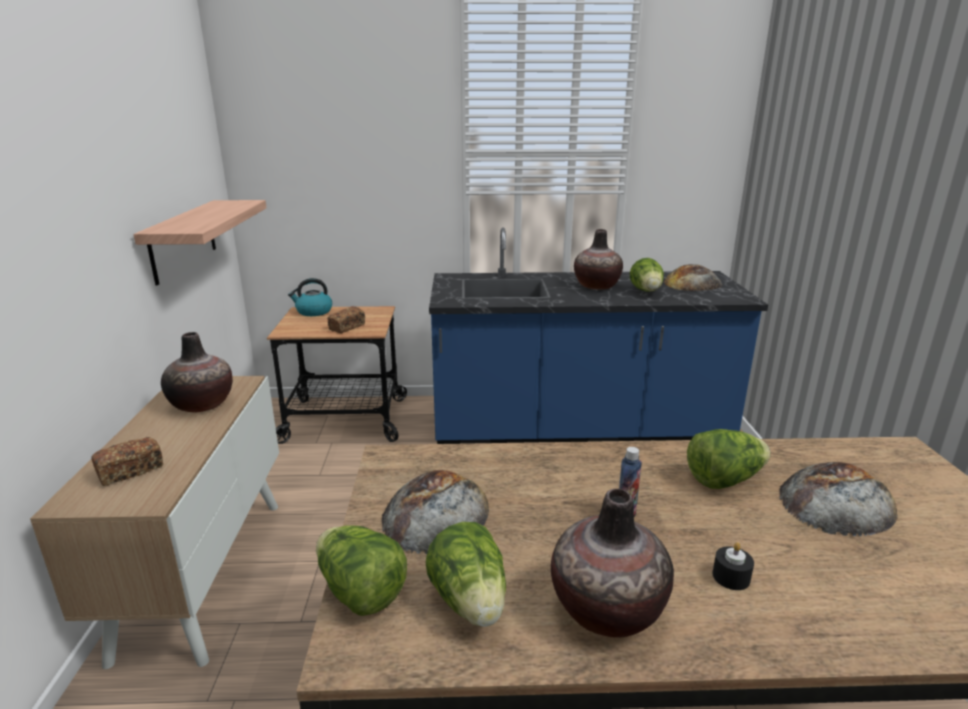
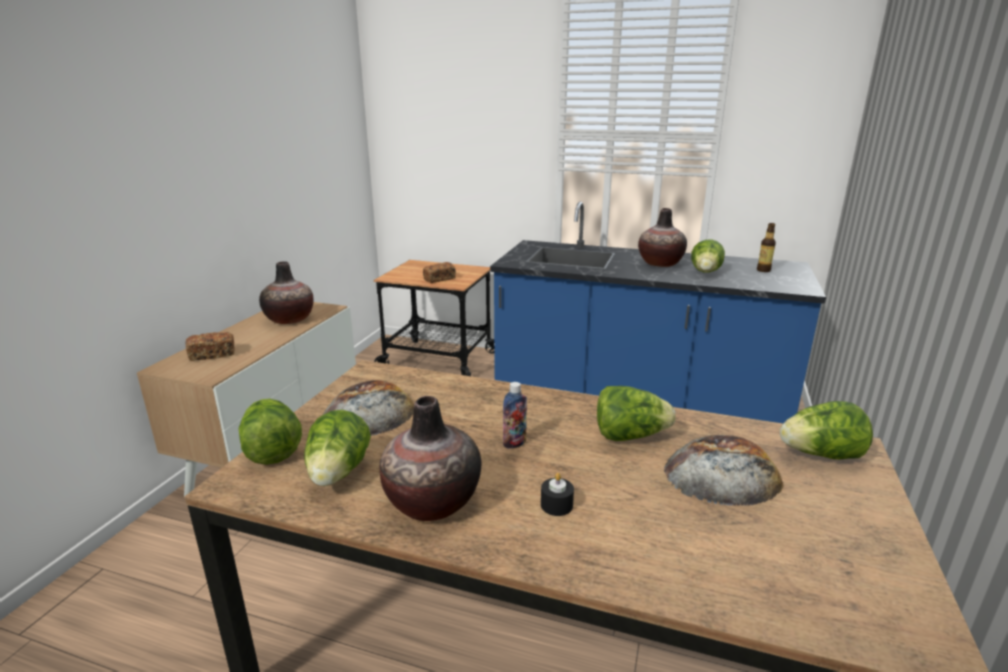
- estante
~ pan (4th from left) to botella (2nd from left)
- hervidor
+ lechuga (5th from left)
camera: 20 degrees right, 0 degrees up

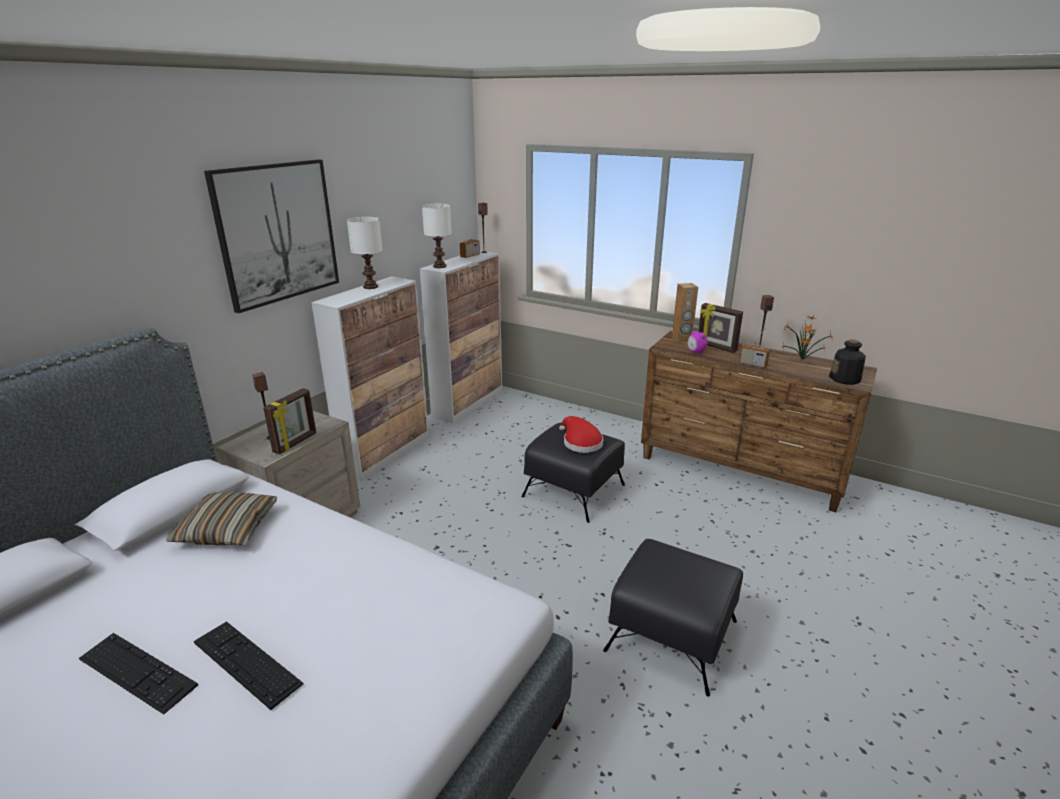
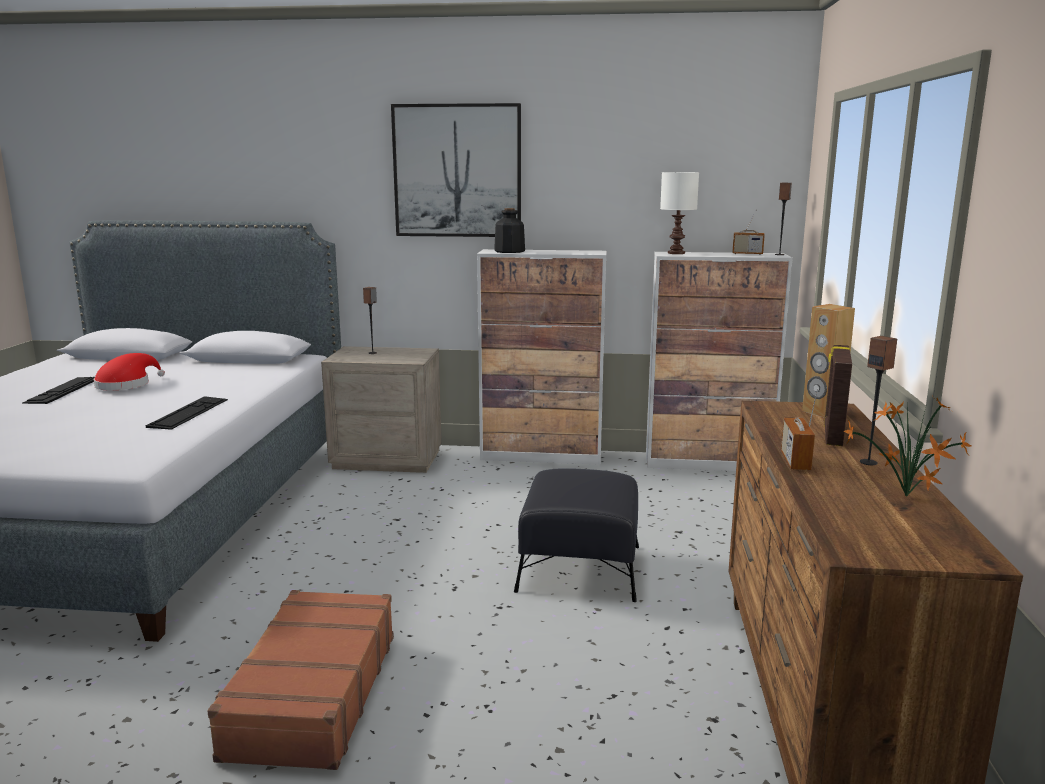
- lámpara de mesa (blanco) (1st from left)
- despertador
~ botella
- portarretratos (1st from left)
~ sombrero (rojo)
- cojín
~ puf (negro) (2nd from left) to maleta (marrón)
~ teclado (2nd from left)
camera: 65 degrees right, 10 degrees down

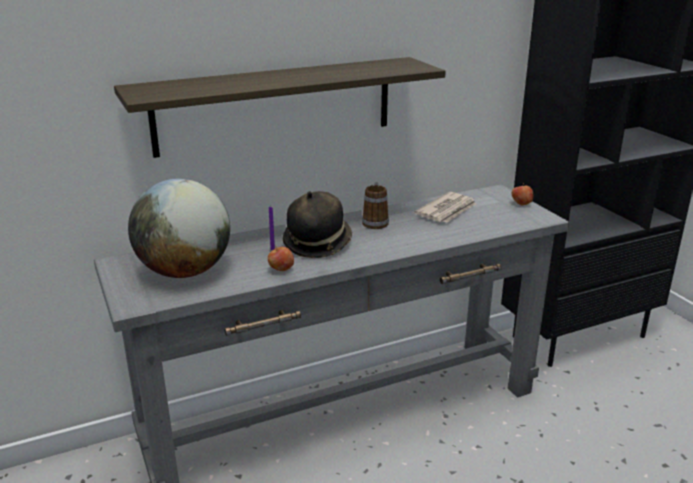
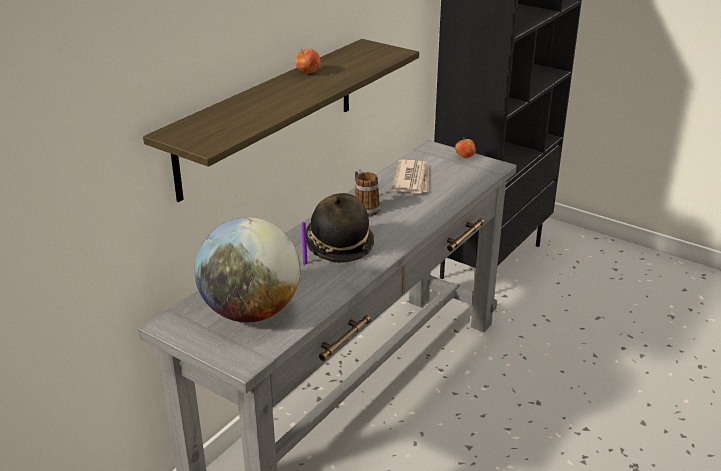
~ manzana (1st from left)
camera: 30 degrees left, 5 degrees up

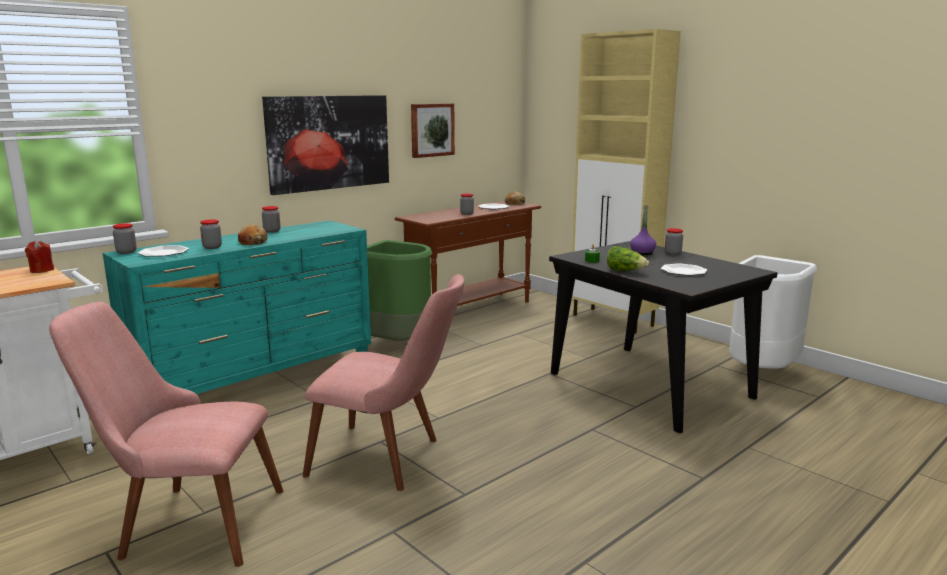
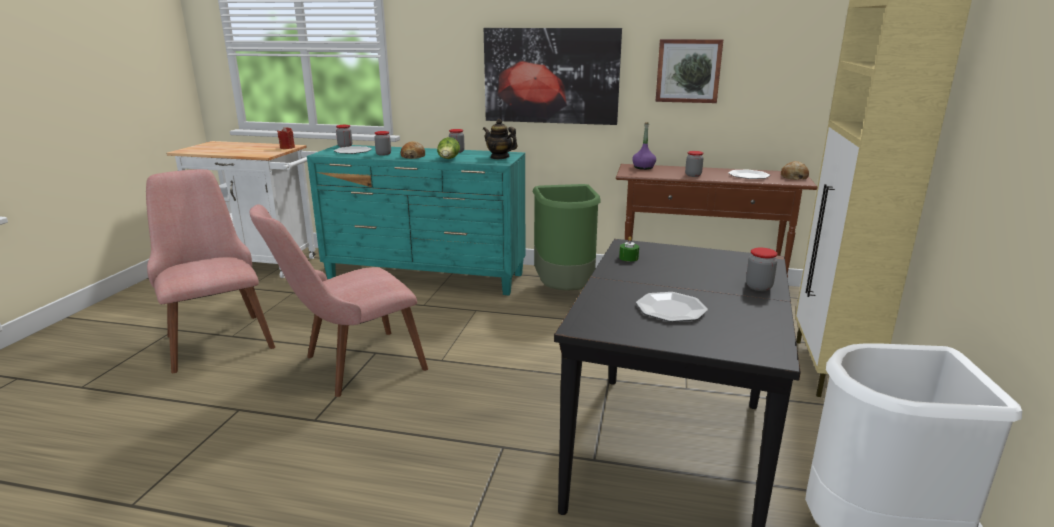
~ botella (morado)
~ lechuga
~ silla (rosa) (2nd from left) 75 degrees clockwise
+ tetera
camera: 55 degrees right, 5 degrees up

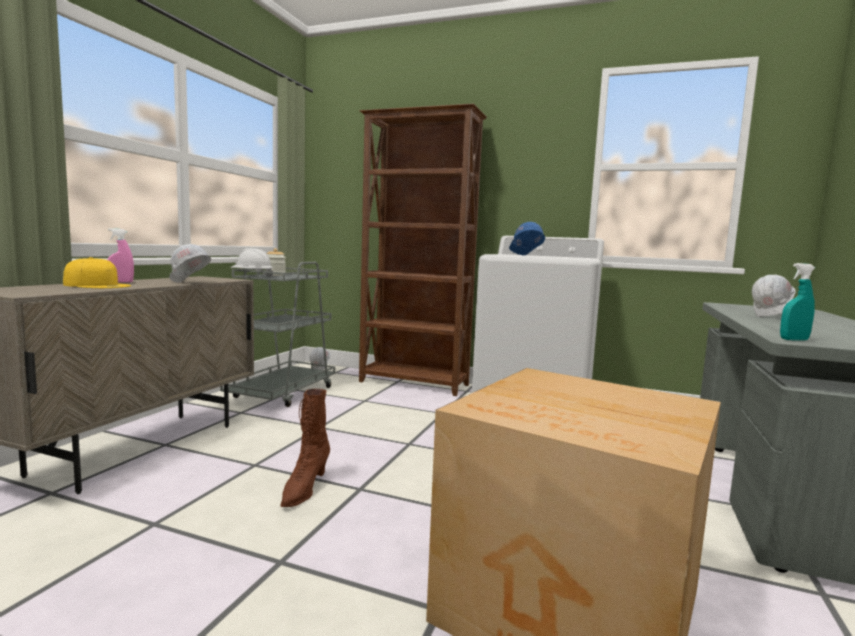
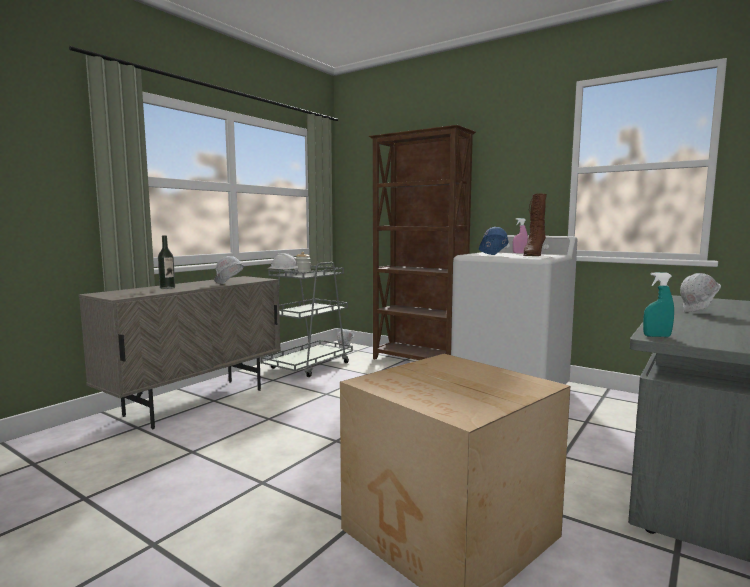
~ pulverizador (rosa)
~ gorra (amarillo) to botella
~ bota (marrón)
camera: 15 degrees right, 0 degrees up

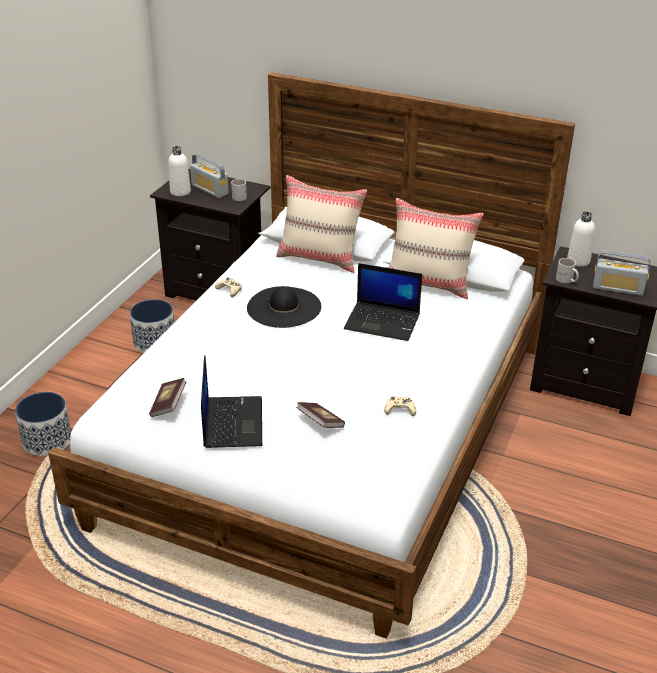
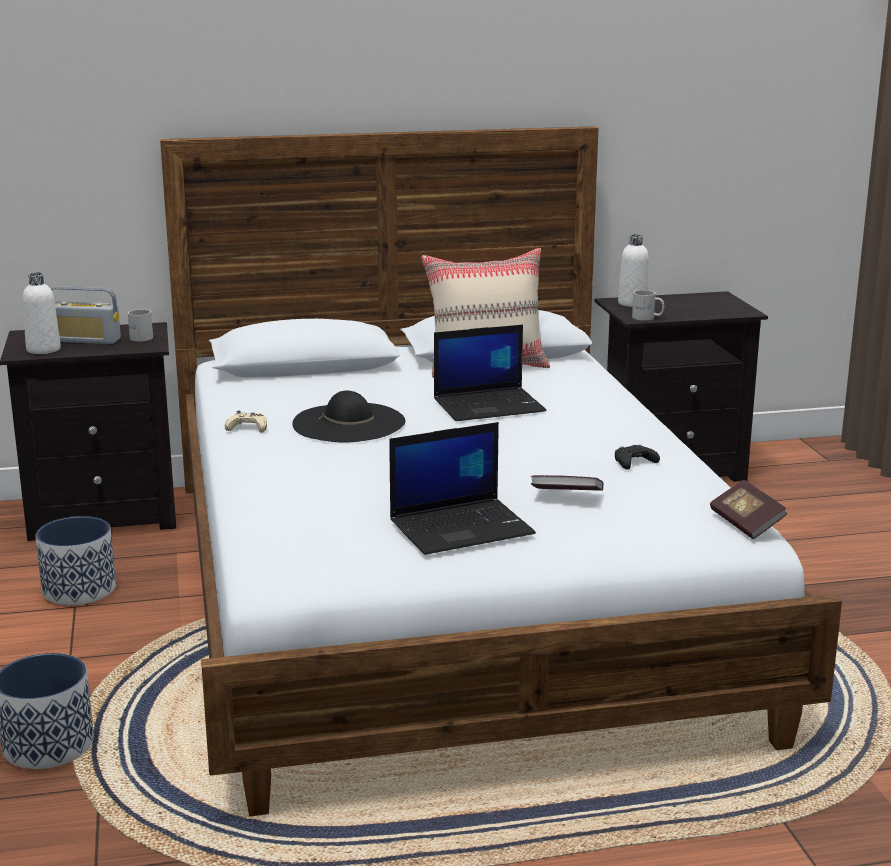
- cojín (beis) (1st from left)
- radio (2nd from left)
~ portátil (1st from left) 105 degrees clockwise
~ libro (1st from left in the first image) to libro (2nd from left)
~ mando de consola (beis) (2nd from left) to mando de consola (negro)
camera: 35 degrees left, 15 degrees down

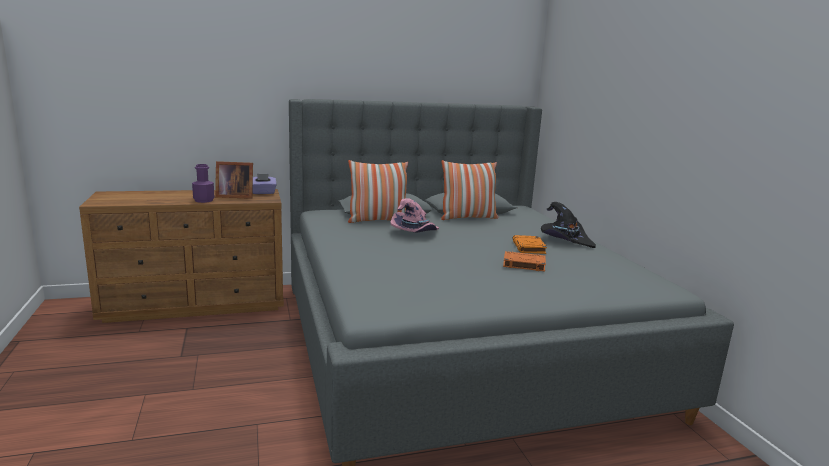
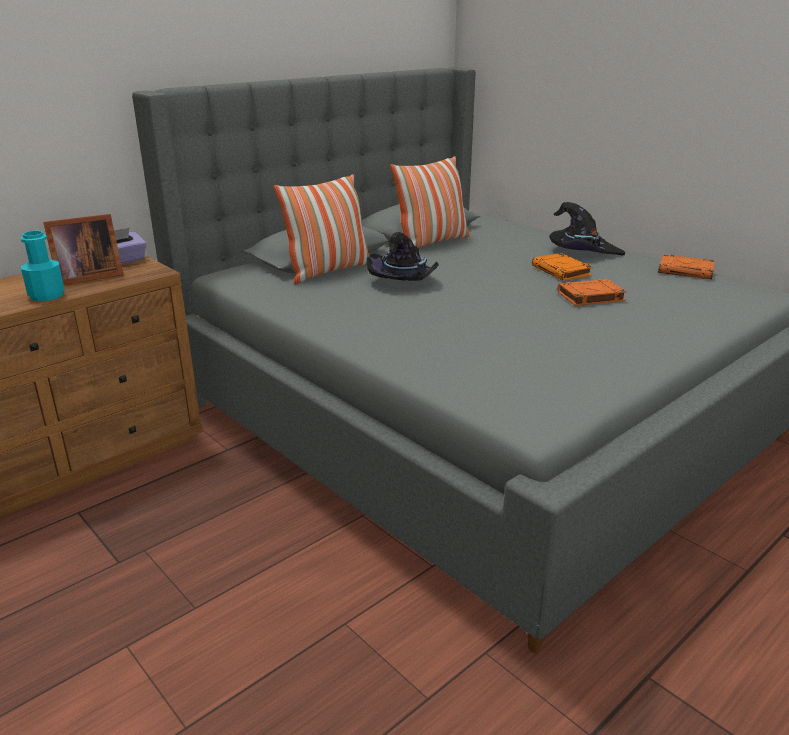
~ botella (morado) to botella (turquesa)
~ sombrero (rosa) to sombrero (negro) (1st from left)
+ libro (naranja) (3rd from left)
camera: 25 degrees left, 10 degrees up

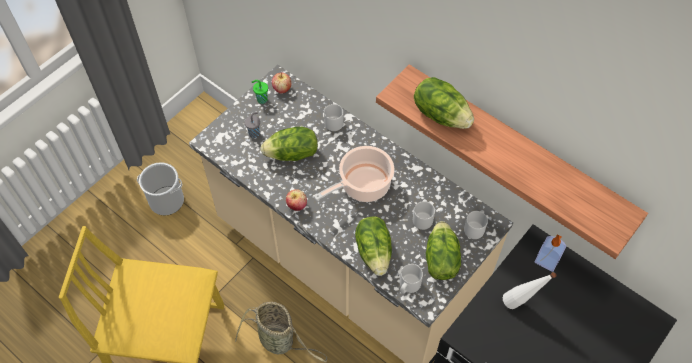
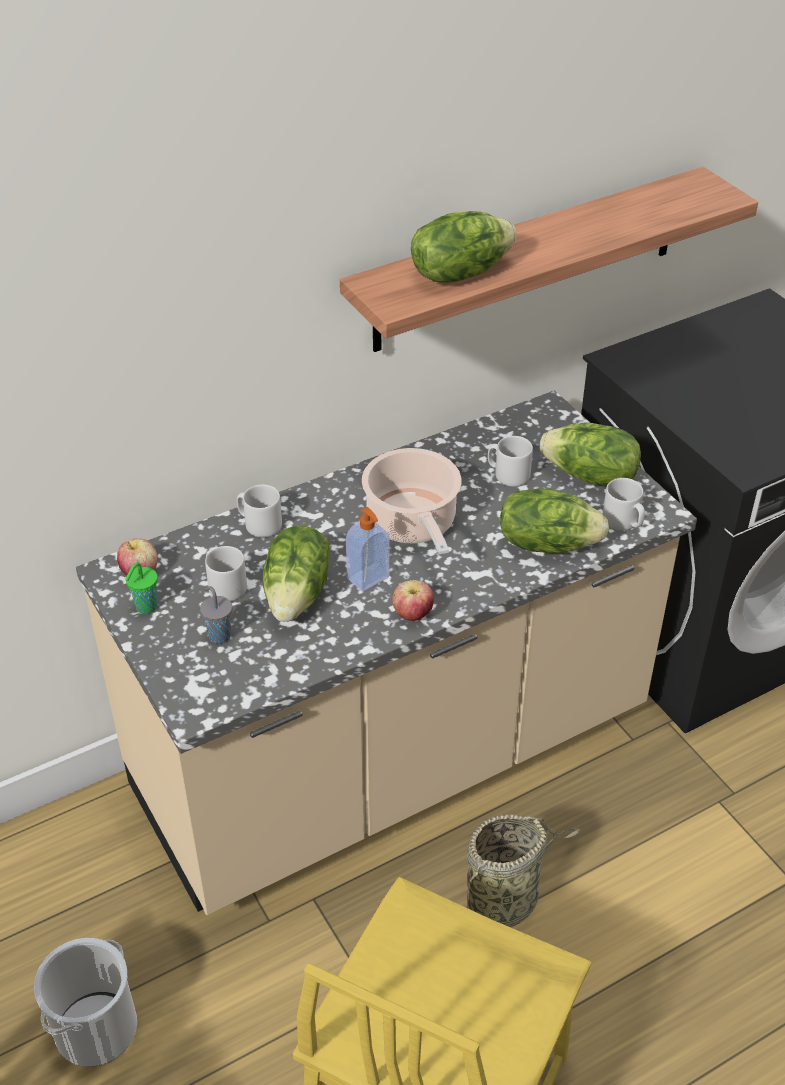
~ taza grande (gris) (4th from left in the first image) to taza grande (gris) (1st from left)
~ dispensador de jabón
- botella (blanco)
camera: 70 degrees left, 15 degrees down

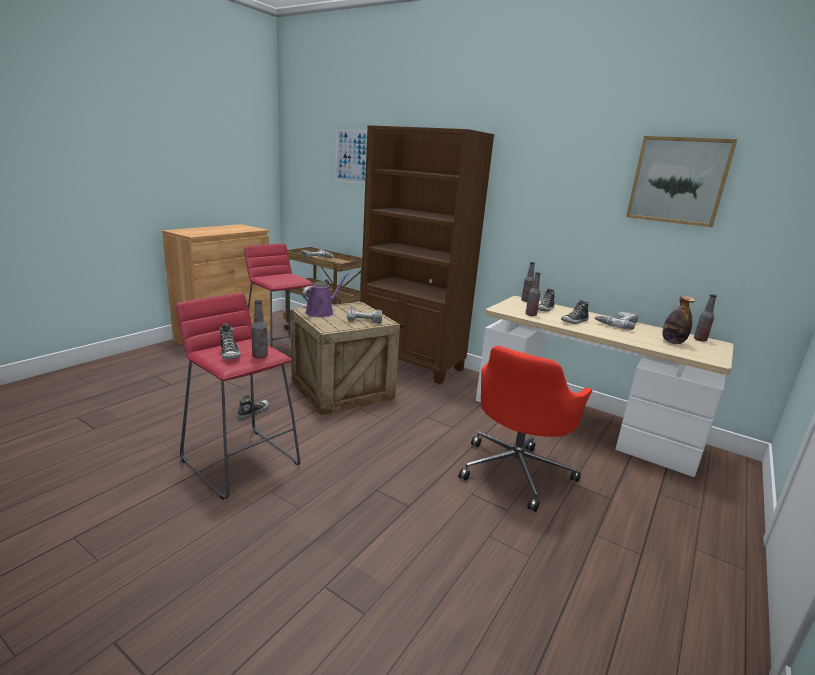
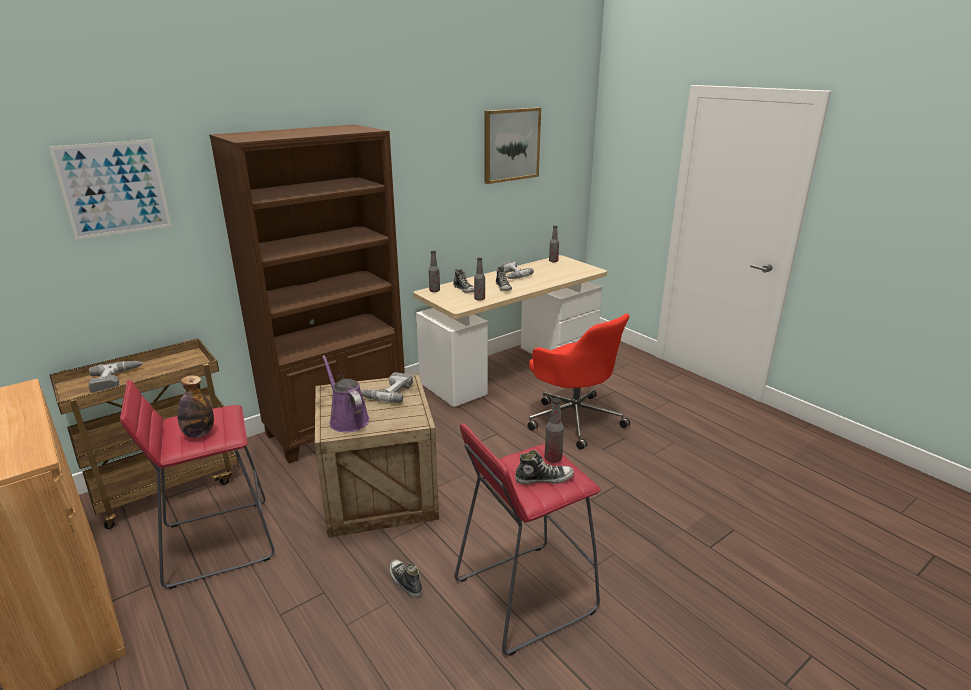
~ botella (4th from left in the first image) to botella (1st from left)
camera: 70 degrees left, 5 degrees up

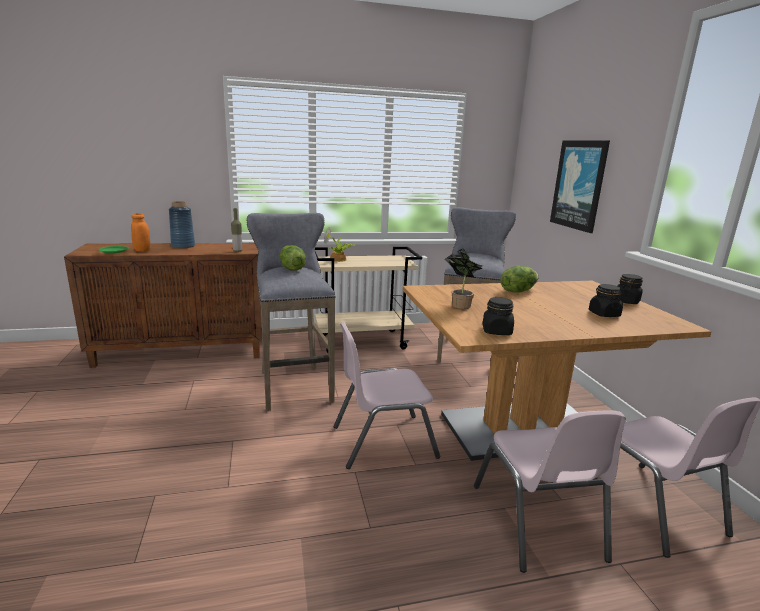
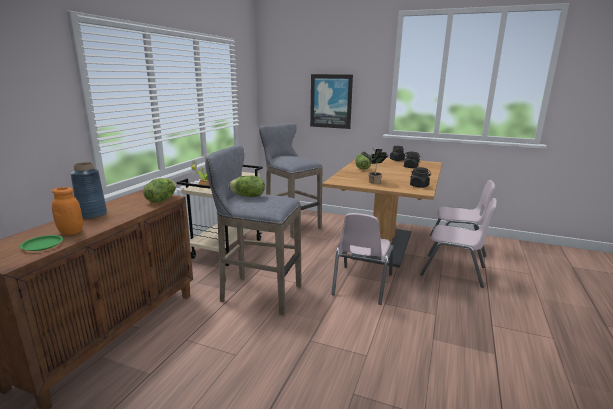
~ botella to lechuga (1st from left)
camera: 55 degrees left, 0 degrees up

